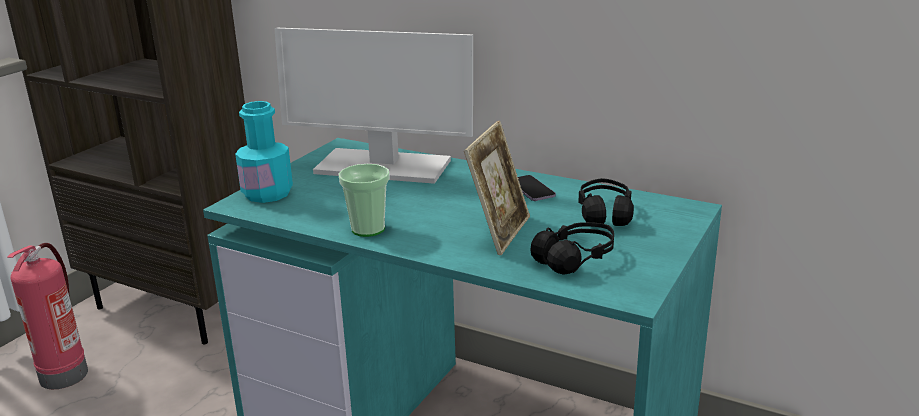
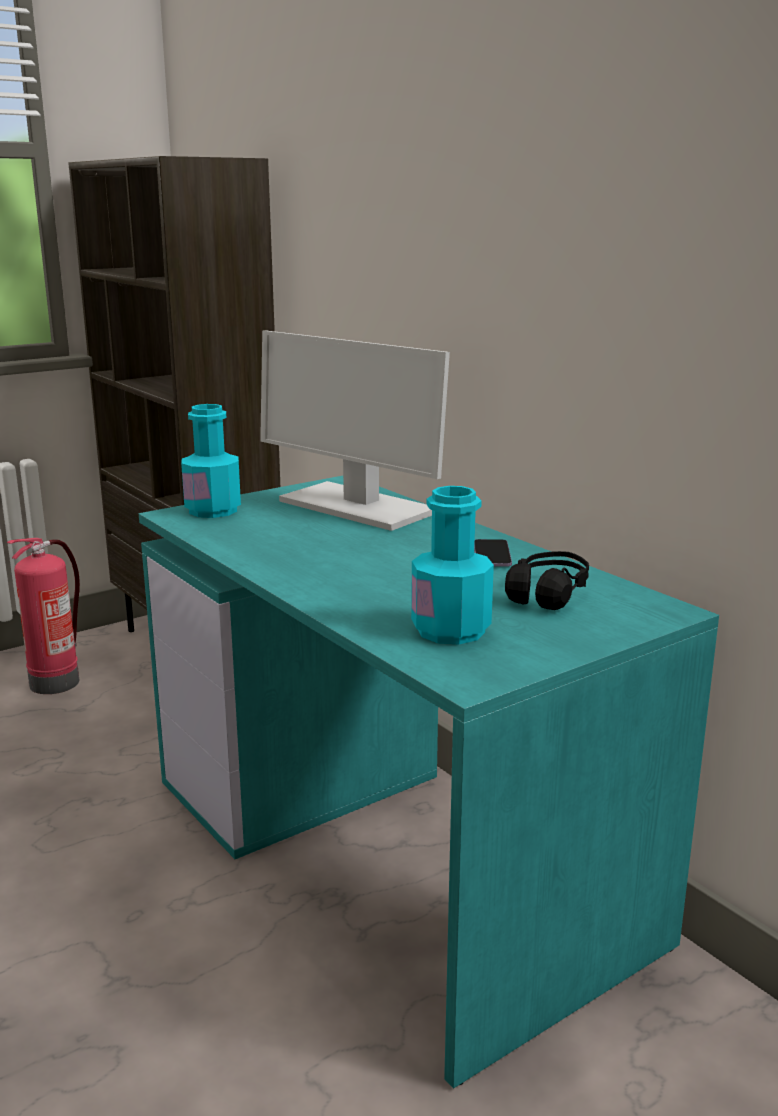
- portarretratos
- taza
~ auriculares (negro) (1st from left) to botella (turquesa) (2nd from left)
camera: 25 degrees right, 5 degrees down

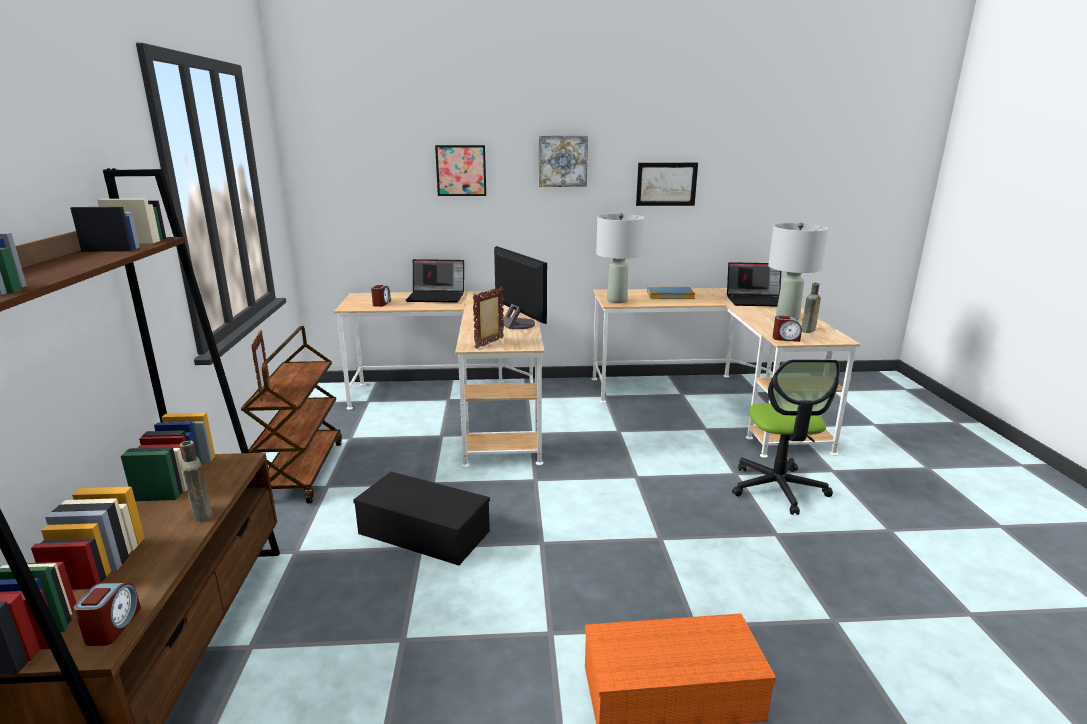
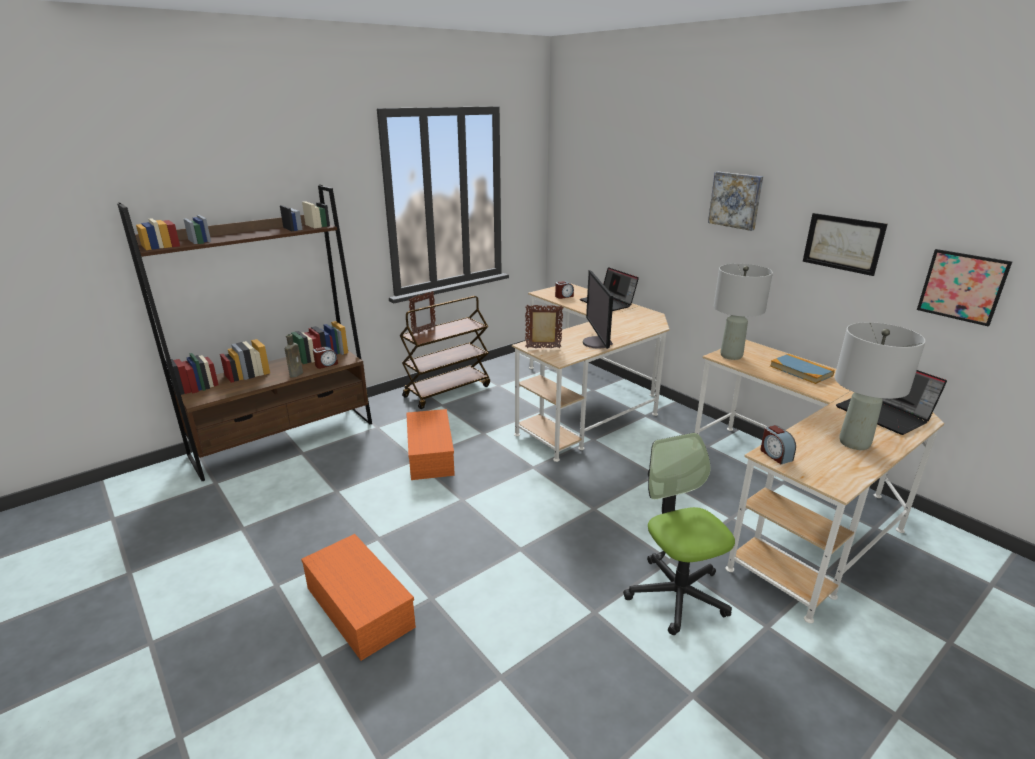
~ cuadro (1st from left in the first image) to cuadro (3rd from left)
~ monitor 150 degrees clockwise
- botella (marrón) (2nd from left)
~ silla de oficina 105 degrees clockwise
~ caja de almacenaje (negro) to caja de almacenaje (naranja) (2nd from left)
~ despertador (1st from left)
camera: 55 degrees right, 5 degrees up

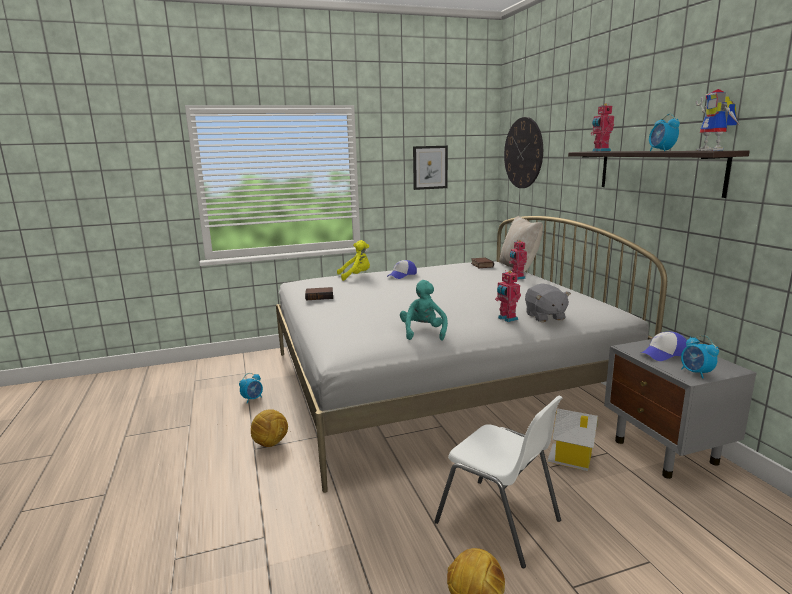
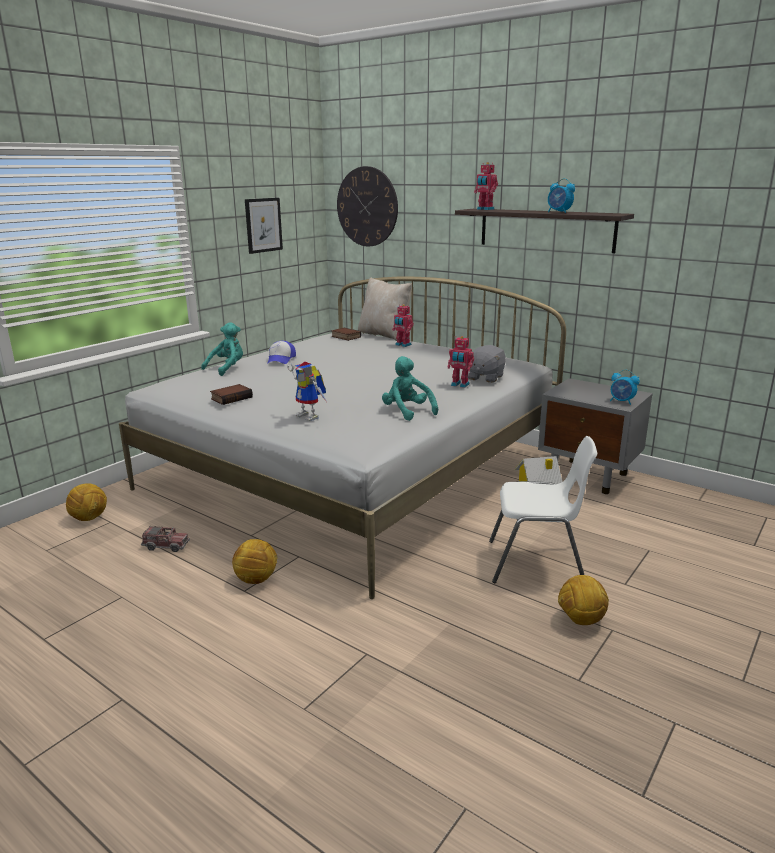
~ robot de juguete (4th from left in the first image) to robot de juguete (1st from left)
~ peluche (amarillo) to peluche (turquesa) (1st from left)
~ peluche (gris) 75 degrees clockwise
- gorra (2nd from left)
~ despertador (1st from left) to camión de juguete
+ balón de fútbol (1st from left)
camera: 35 degrees left, 5 degrees up

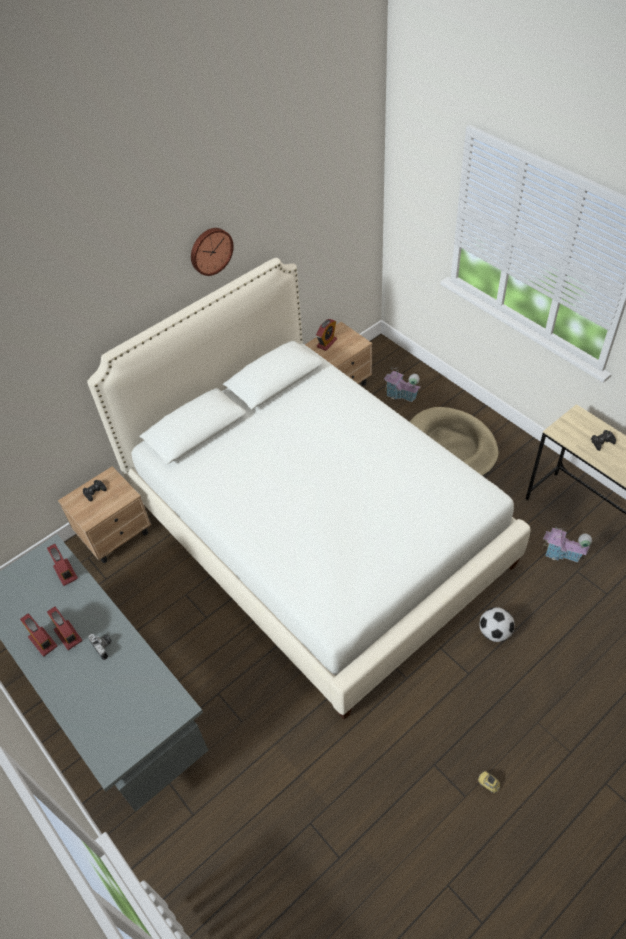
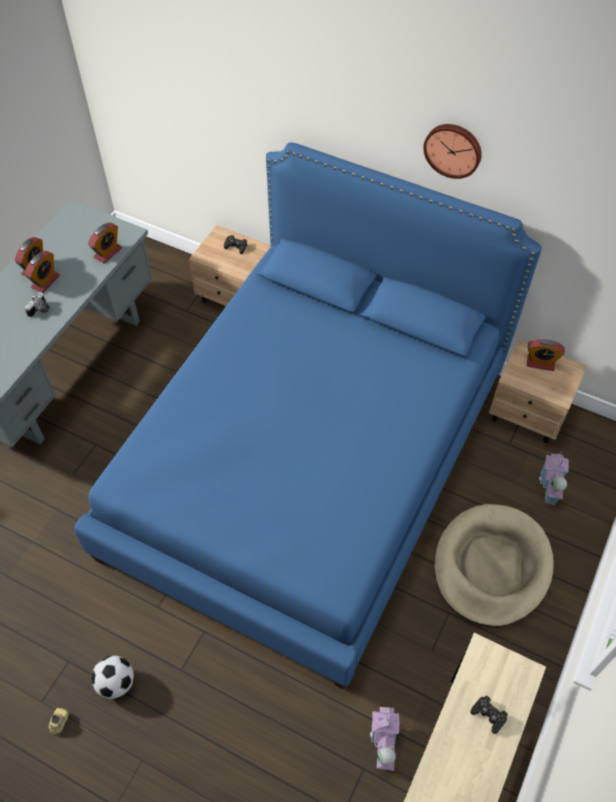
~ cama (blanco) to cama (azul)
~ balón de fútbol
camera: 65 degrees right, 5 degrees up

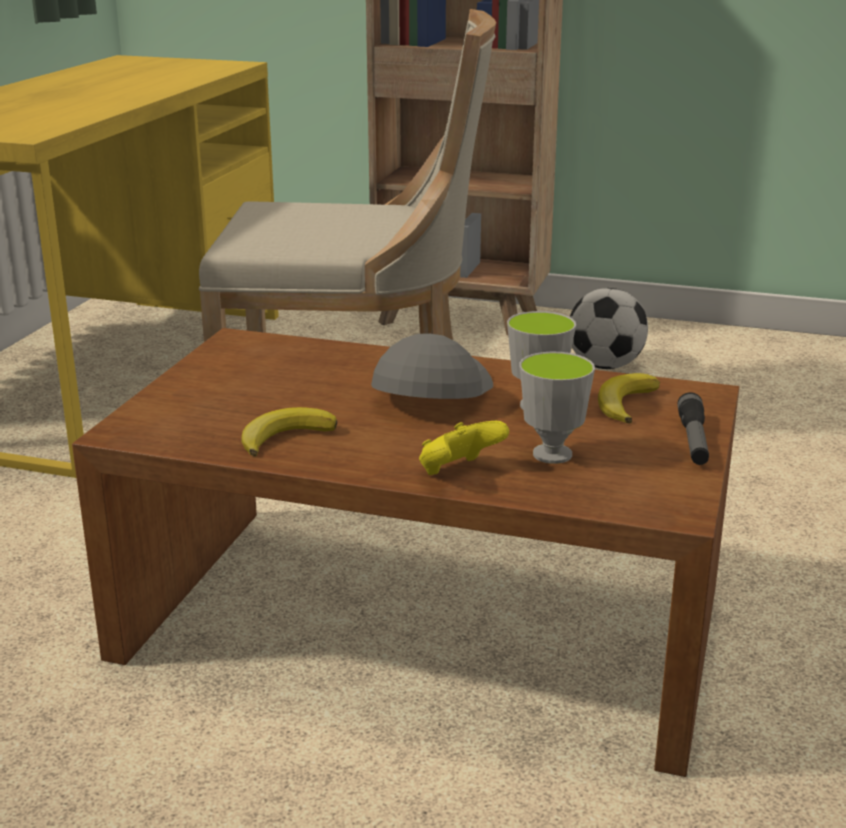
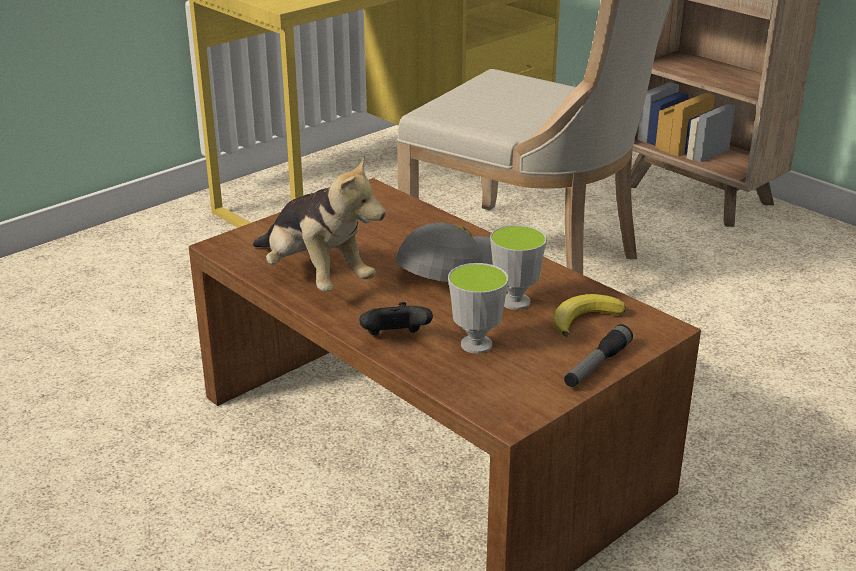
- balón de fútbol
~ plátano (1st from left) to peluche
~ mando de consola (amarillo) to mando de consola (negro)
camera: 30 degrees right, 5 degrees up

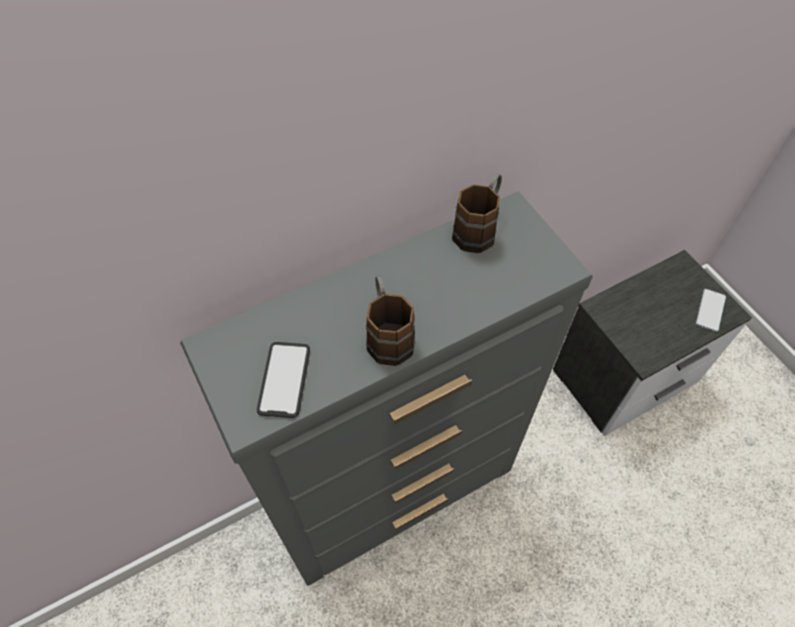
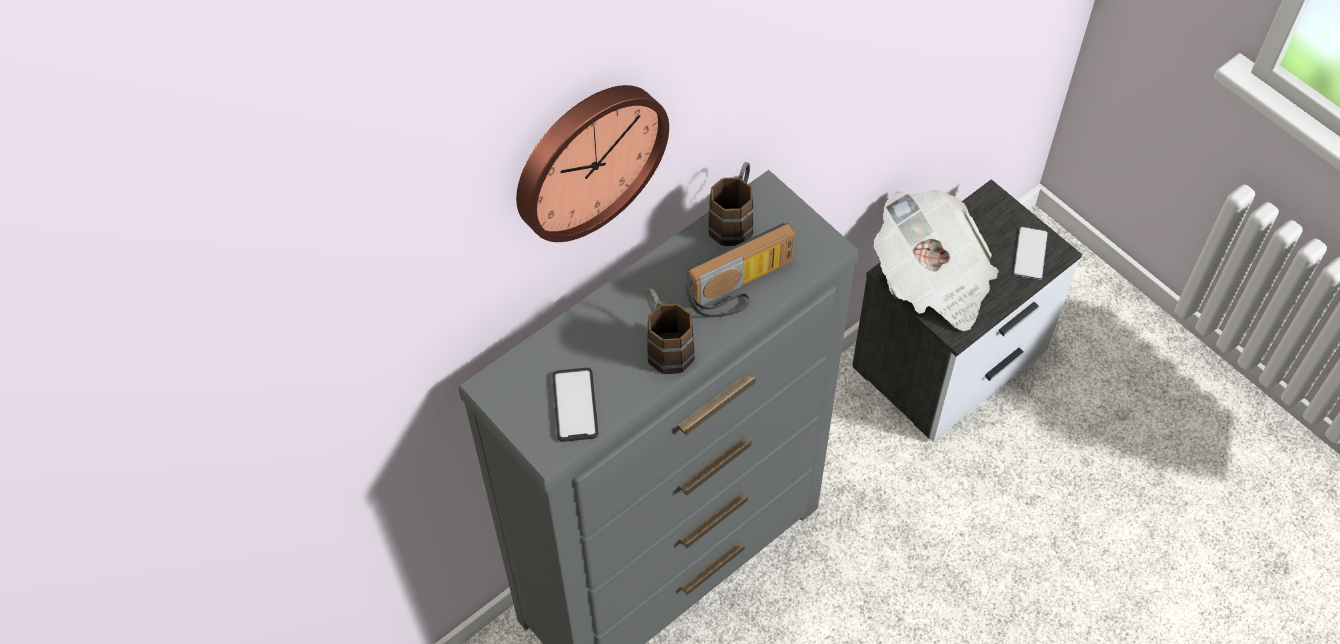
+ reloj de pared
+ periódico
+ radio
camera: 10 degrees left, 0 degrees up

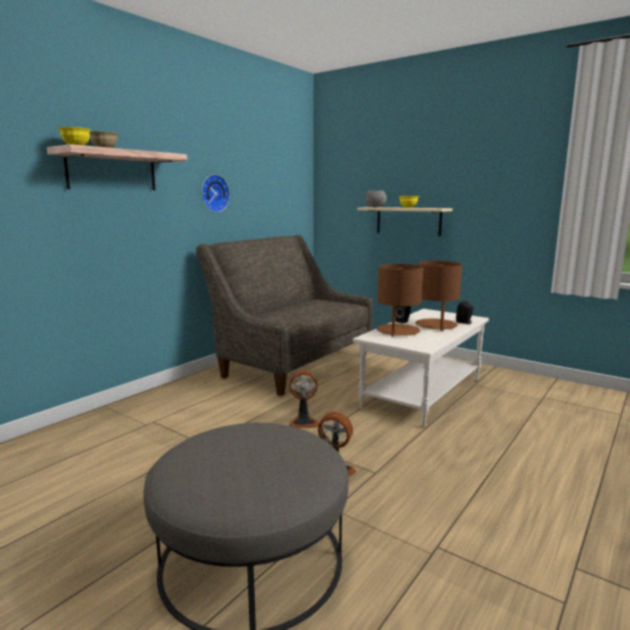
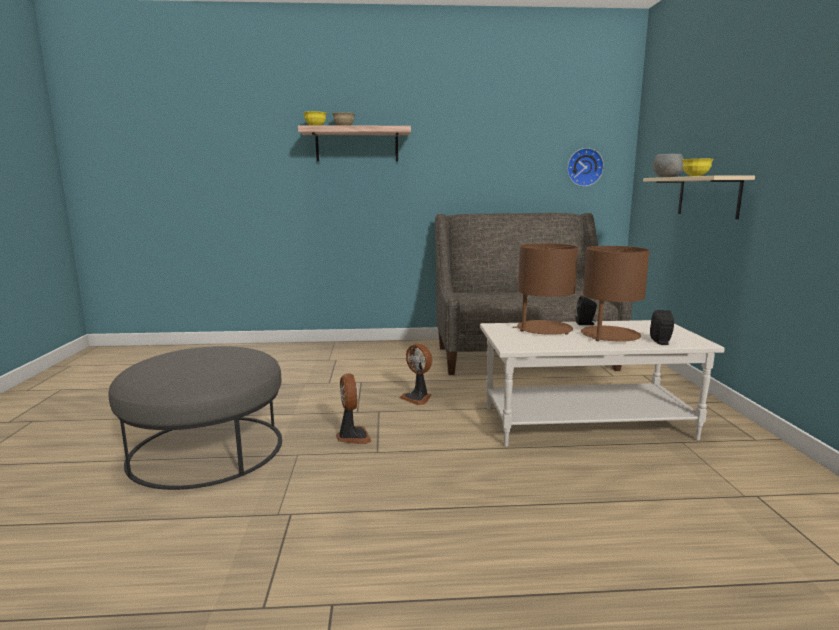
~ reloj de pared
camera: 50 degrees right, 0 degrees up

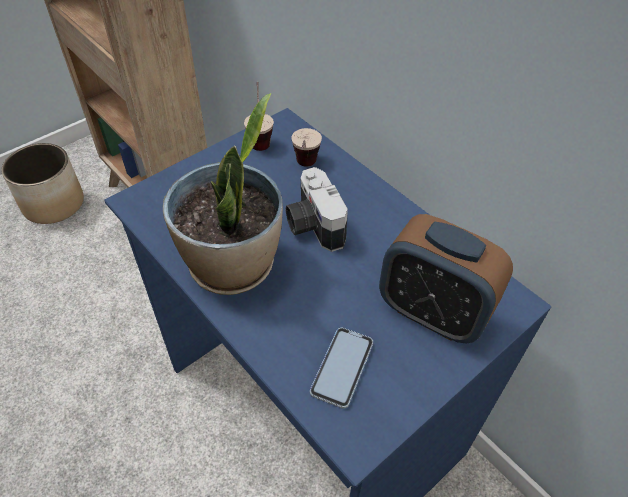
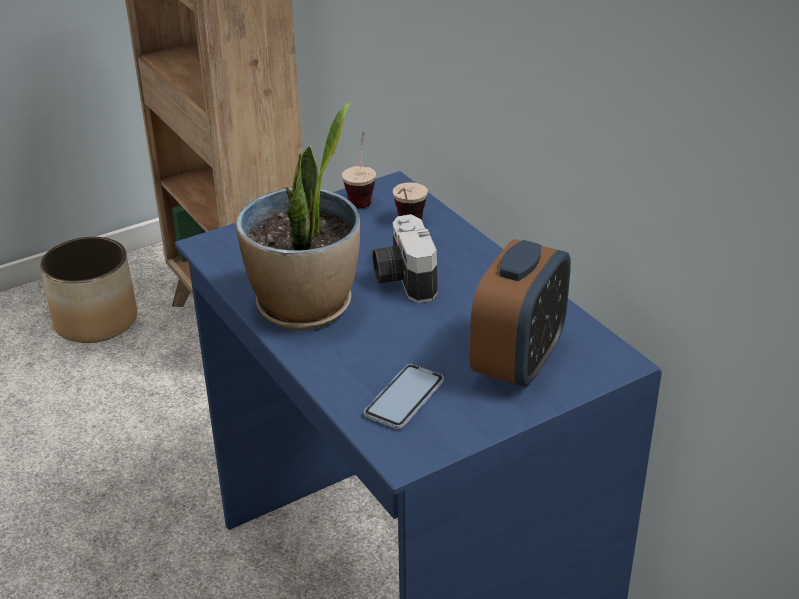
~ despertador 105 degrees counterclockwise
camera: 10 degrees right, 15 degrees down

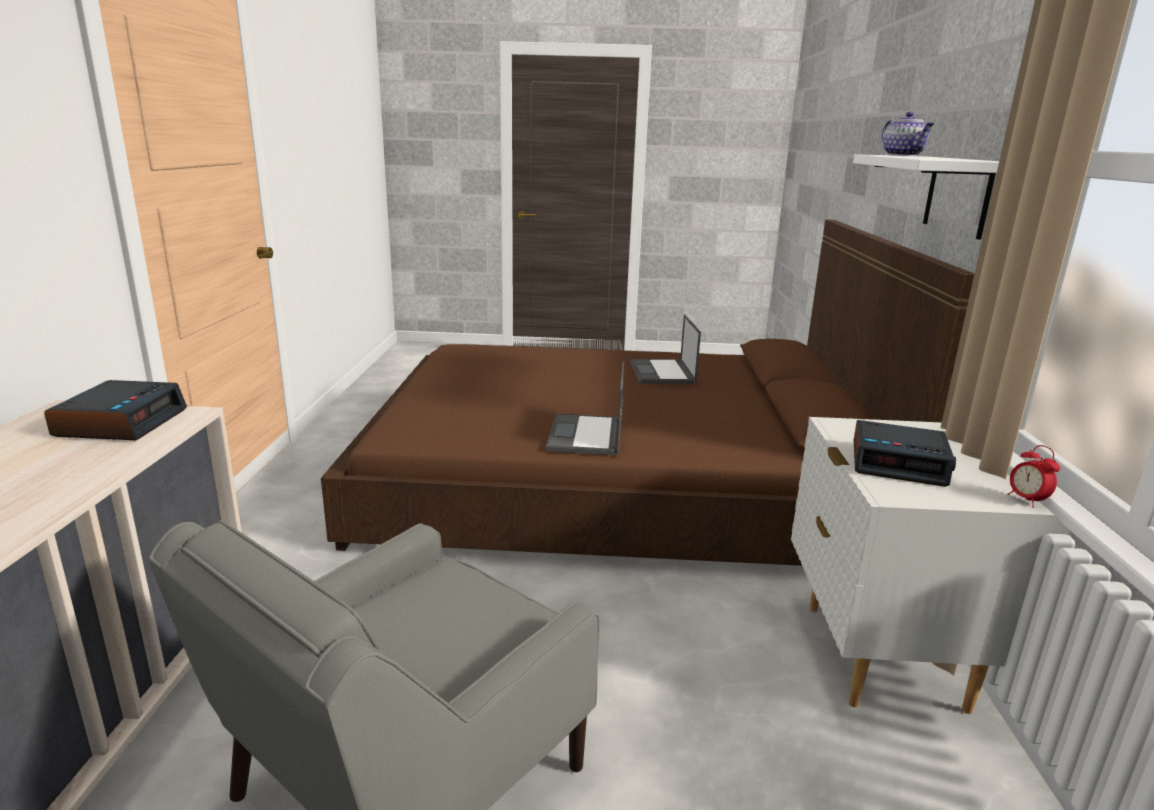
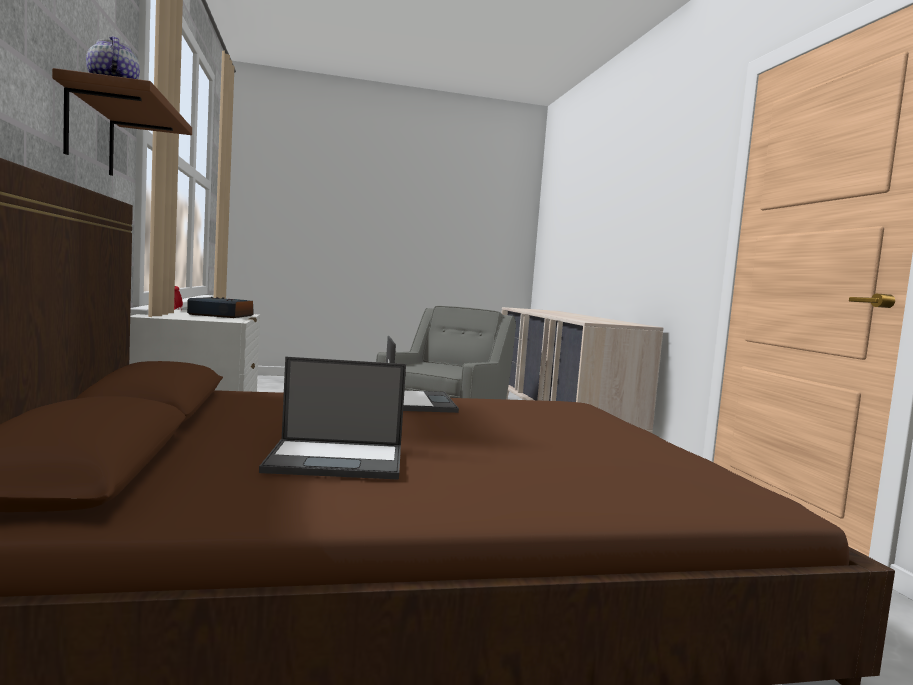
~ estante (blanco) to estante (marrón)
~ portátil (2nd from left in the first image) 105 degrees clockwise
- despertador (1st from left)
camera: 165 degrees right, 15 degrees down

